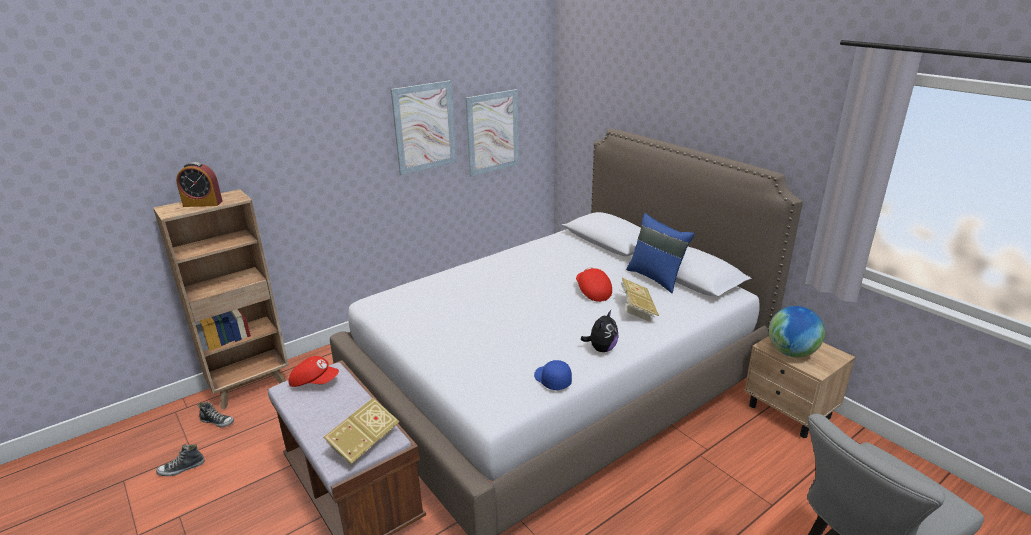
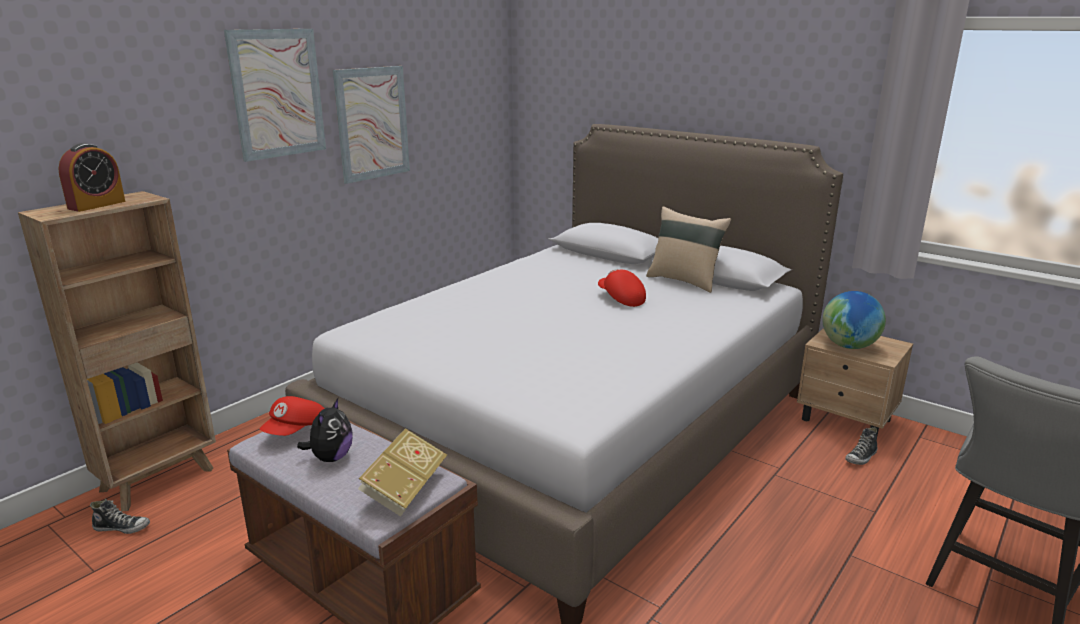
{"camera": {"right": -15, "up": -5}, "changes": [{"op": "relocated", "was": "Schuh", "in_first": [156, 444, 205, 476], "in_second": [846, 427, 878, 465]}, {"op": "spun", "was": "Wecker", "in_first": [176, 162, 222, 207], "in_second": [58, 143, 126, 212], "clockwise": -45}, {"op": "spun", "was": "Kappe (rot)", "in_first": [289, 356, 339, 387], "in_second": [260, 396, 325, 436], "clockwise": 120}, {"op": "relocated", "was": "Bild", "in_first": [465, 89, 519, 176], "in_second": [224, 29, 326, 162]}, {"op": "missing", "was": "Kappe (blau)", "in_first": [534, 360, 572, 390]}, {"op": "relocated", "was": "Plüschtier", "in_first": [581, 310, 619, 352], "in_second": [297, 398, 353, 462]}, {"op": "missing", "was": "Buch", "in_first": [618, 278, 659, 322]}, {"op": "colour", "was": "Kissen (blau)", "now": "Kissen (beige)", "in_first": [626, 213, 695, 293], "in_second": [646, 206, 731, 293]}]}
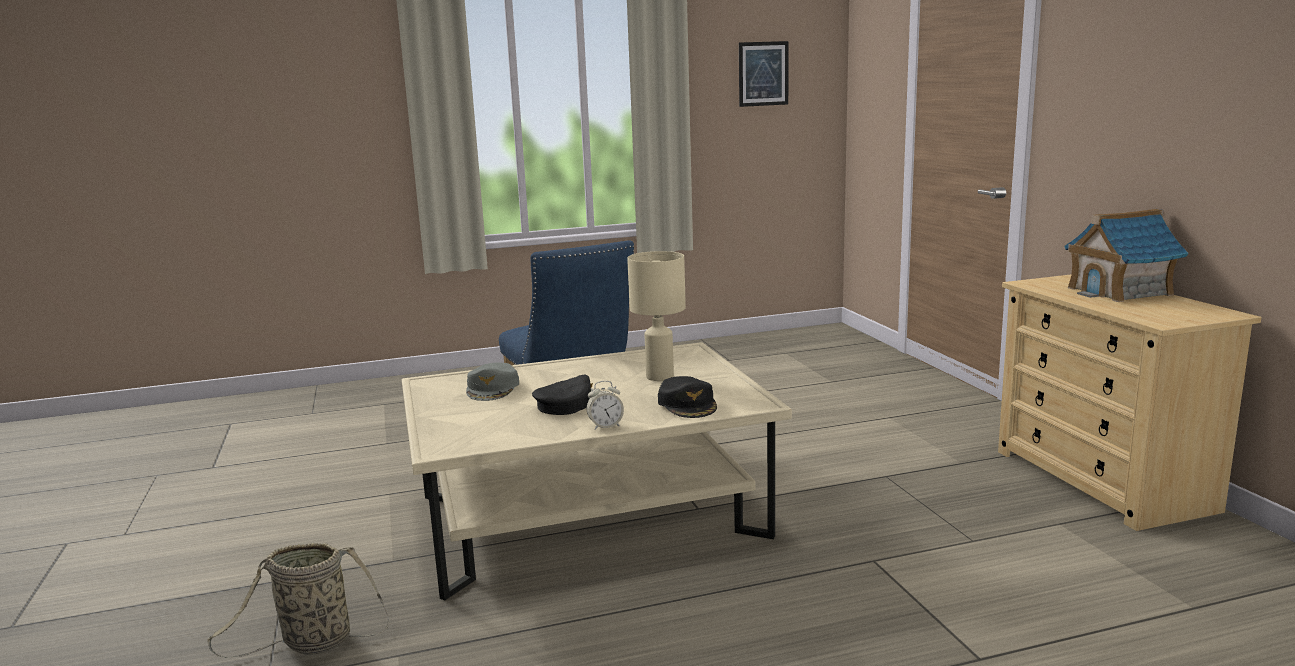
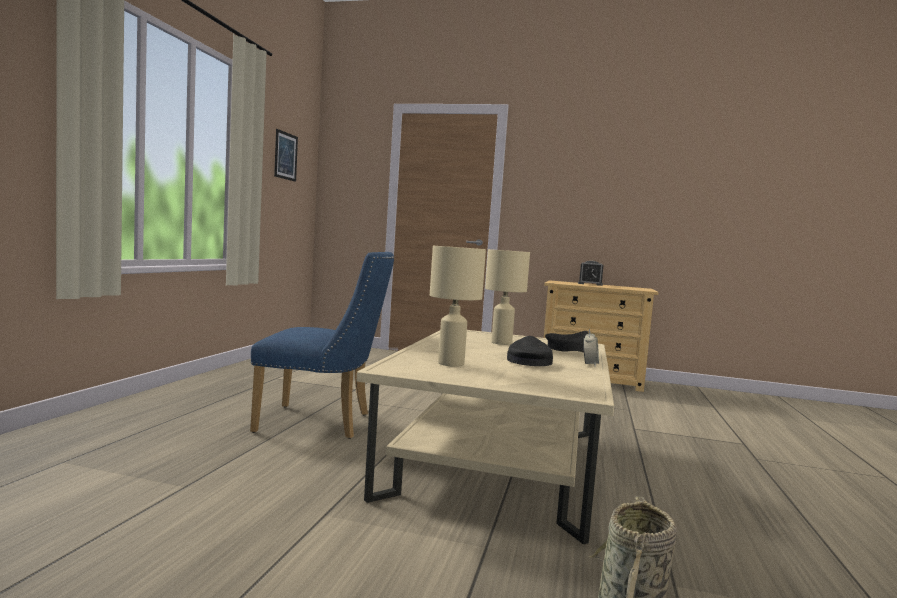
{"camera": {"right": -60, "up": -10}, "changes": [{"op": "exchanged", "was": "Kappe (grau)", "now": "Tischlampe (beige)", "in_first": [466, 362, 519, 401], "in_second": [430, 246, 486, 367]}, {"op": "exchanged", "was": "Spielzeughaus", "now": "Wecker", "in_first": [1065, 209, 1189, 302], "in_second": [578, 261, 604, 286]}]}
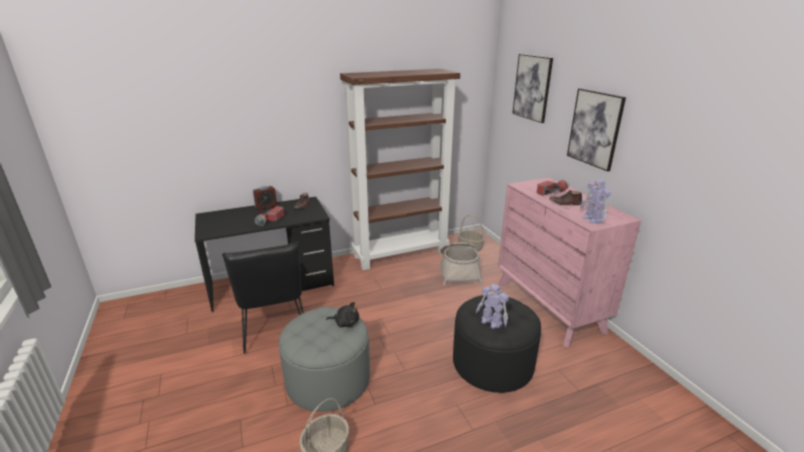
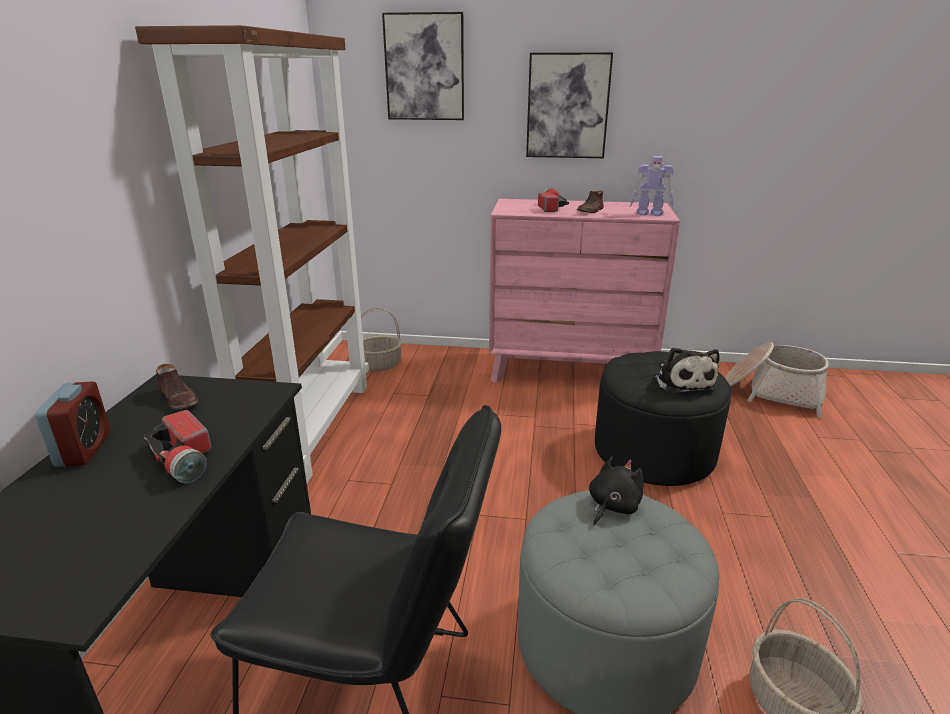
{"camera": {"right": -60, "up": 0}, "changes": [{"op": "relocated", "was": "Korb", "in_first": [439, 242, 483, 285], "in_second": [725, 342, 829, 417]}, {"op": "exchanged", "was": "Spielzeugroboter", "now": "Plüschtier", "in_first": [476, 284, 509, 329], "in_second": [654, 347, 720, 394]}]}
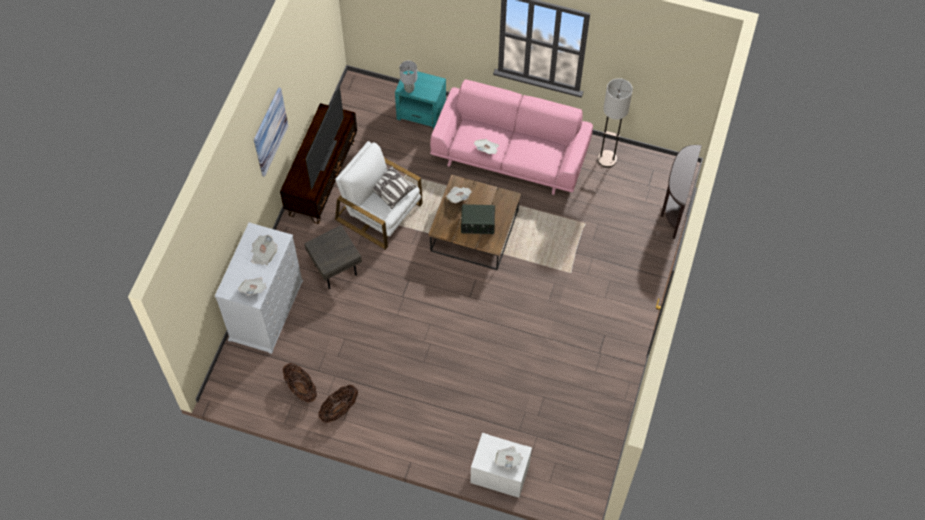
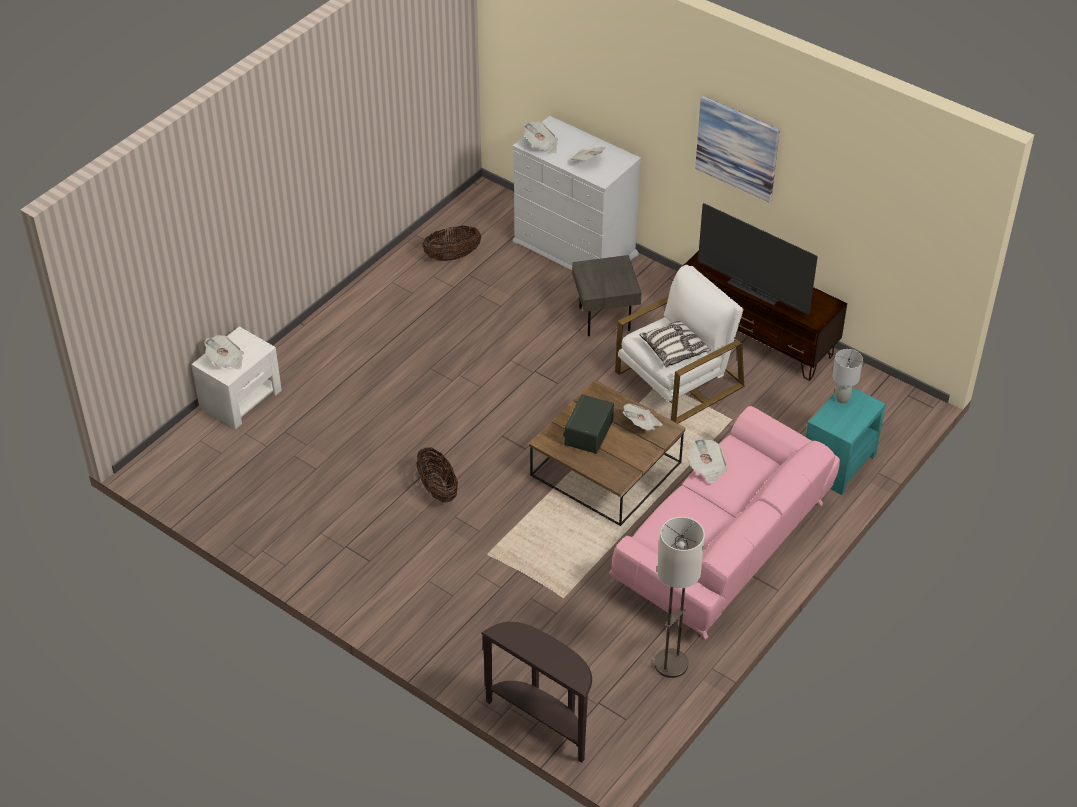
{"camera": {"right": 110, "up": -15}, "changes": [{"op": "relocated", "was": "Korb", "in_first": [318, 385, 358, 423], "in_second": [416, 447, 458, 503]}]}
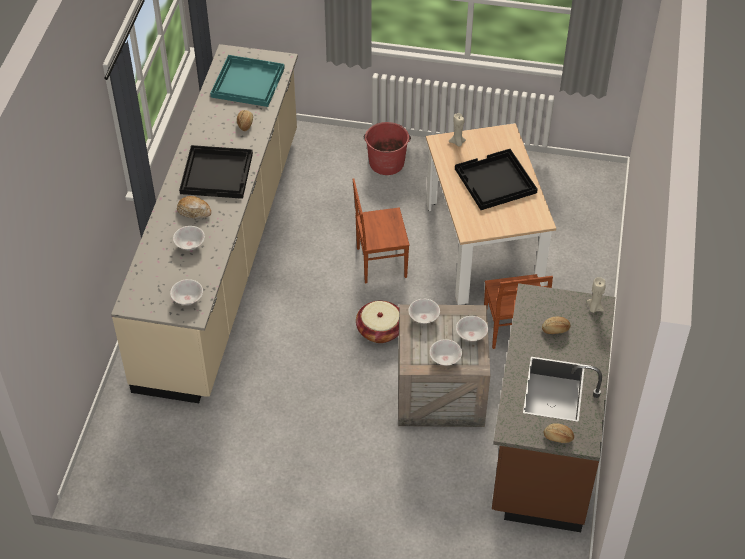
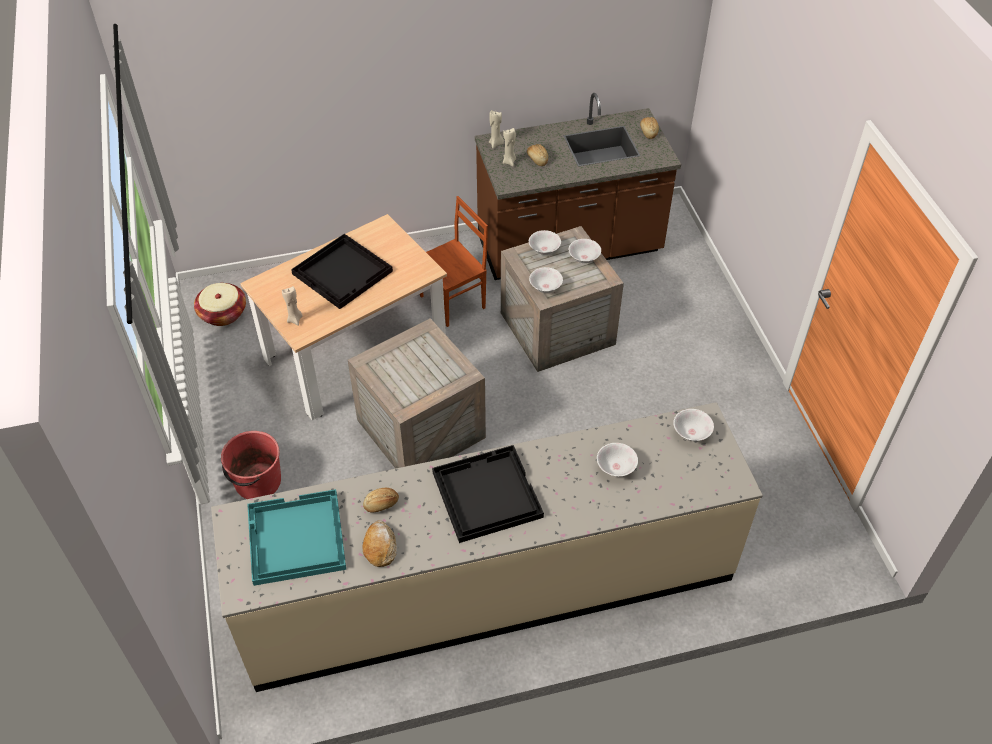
{"camera": {"right": -115, "up": 0}, "changes": [{"op": "relocated", "was": "Brot", "in_first": [177, 196, 211, 218], "in_second": [363, 520, 397, 567]}, {"op": "exchanged", "was": "Stuhl (braun)", "now": "Kiste", "in_first": [353, 178, 410, 283], "in_second": [348, 318, 486, 469]}, {"op": "relocated", "was": "Korb", "in_first": [356, 301, 399, 343], "in_second": [194, 283, 246, 326]}, {"op": "appeared", "now": "Kerze (beige)", "in_second": [503, 128, 516, 166]}]}
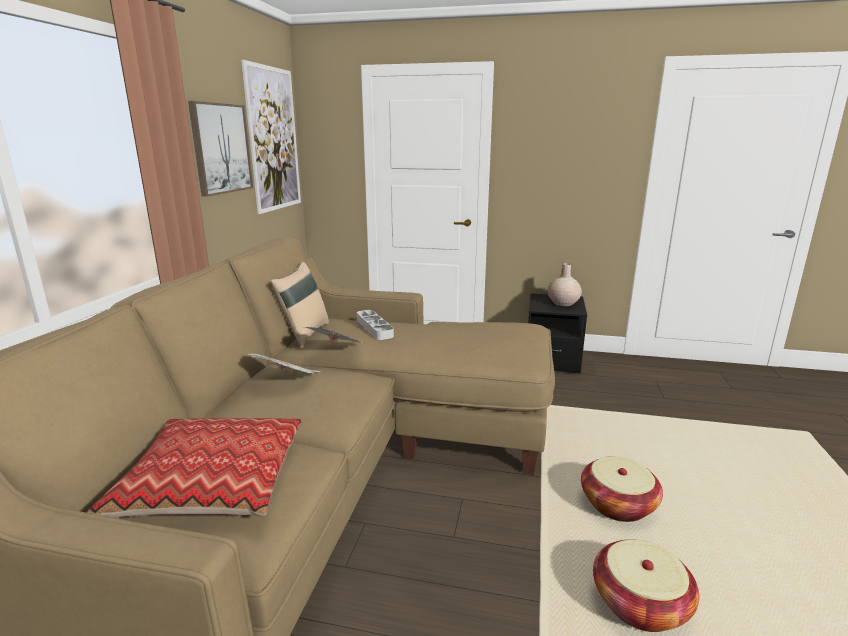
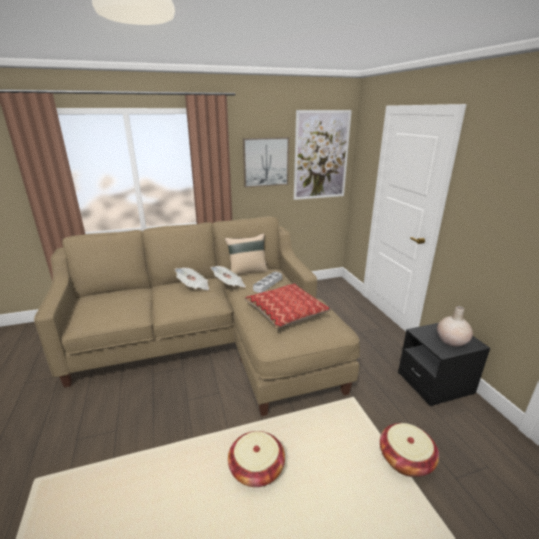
{"camera": {"right": 60, "up": 5}, "changes": [{"op": "relocated", "was": "Kissen", "in_first": [86, 418, 303, 518], "in_second": [244, 283, 331, 329]}, {"op": "relocated", "was": "Korb", "in_first": [593, 539, 699, 632], "in_second": [380, 423, 439, 477]}]}
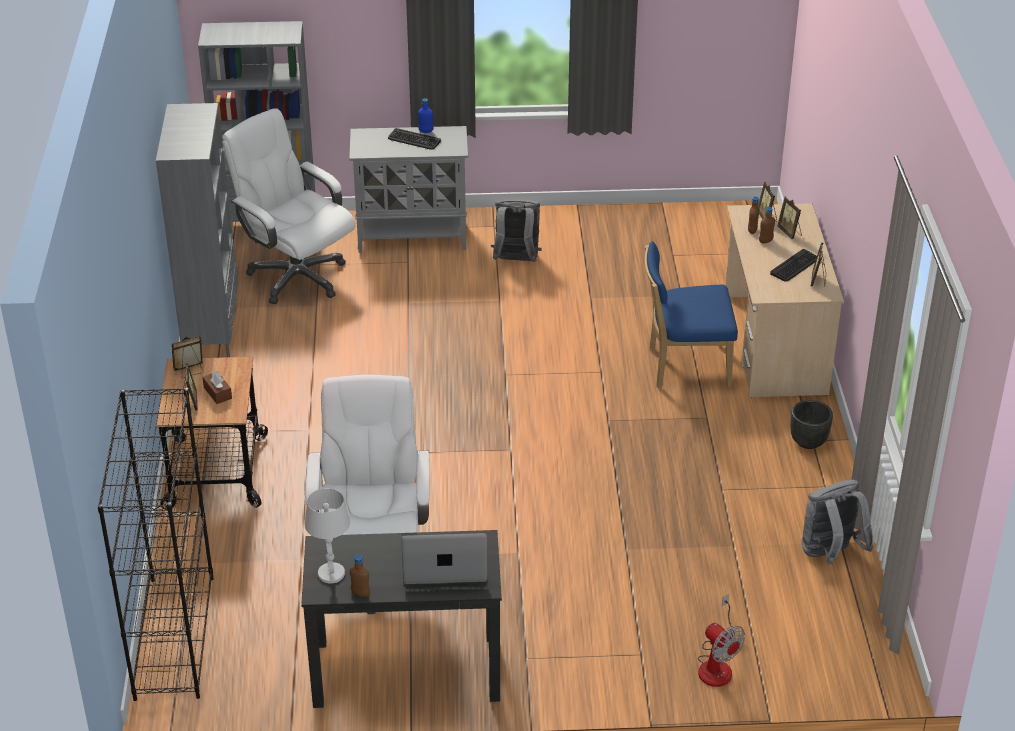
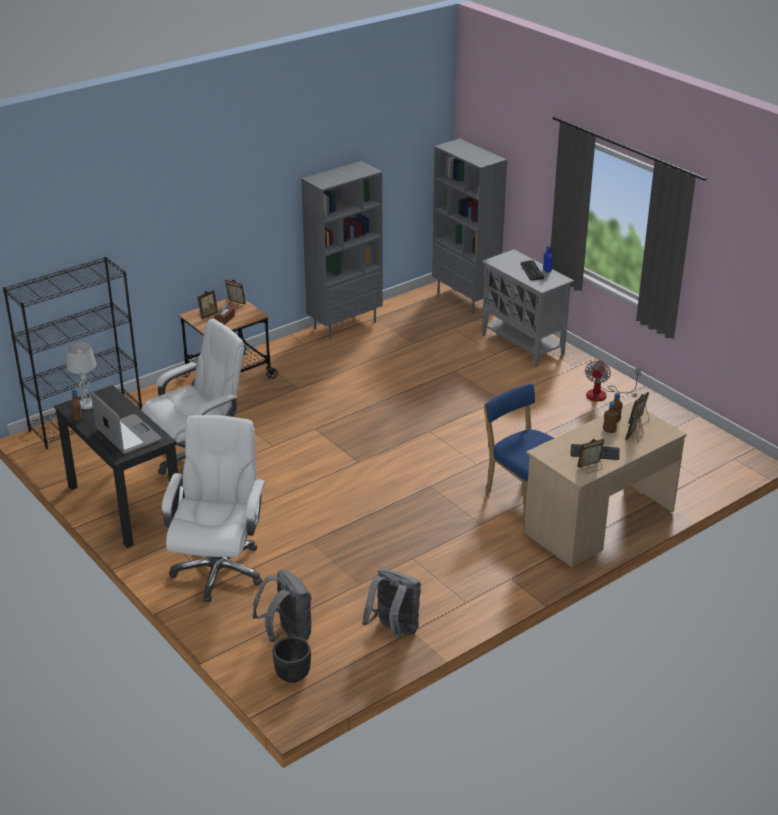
{"camera": {"right": 55, "up": -5}, "changes": [{"op": "relocated", "was": "Bürostuhl (weiß)", "in_first": [222, 108, 355, 304], "in_second": [162, 415, 265, 602]}, {"op": "relocated", "was": "Rucksack (grau)", "in_first": [491, 200, 542, 262], "in_second": [252, 570, 312, 643]}, {"op": "relocated", "was": "Ventilator", "in_first": [698, 594, 745, 687], "in_second": [585, 359, 641, 401]}, {"op": "relocated", "was": "Pflanzkübel (schwarz)", "in_first": [791, 400, 833, 449], "in_second": [272, 637, 311, 683]}]}
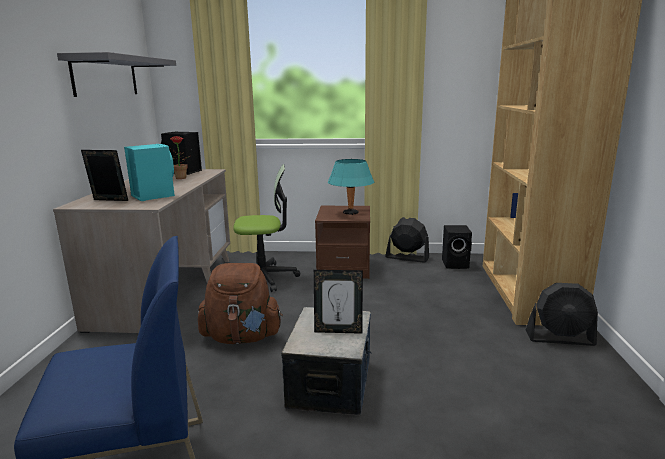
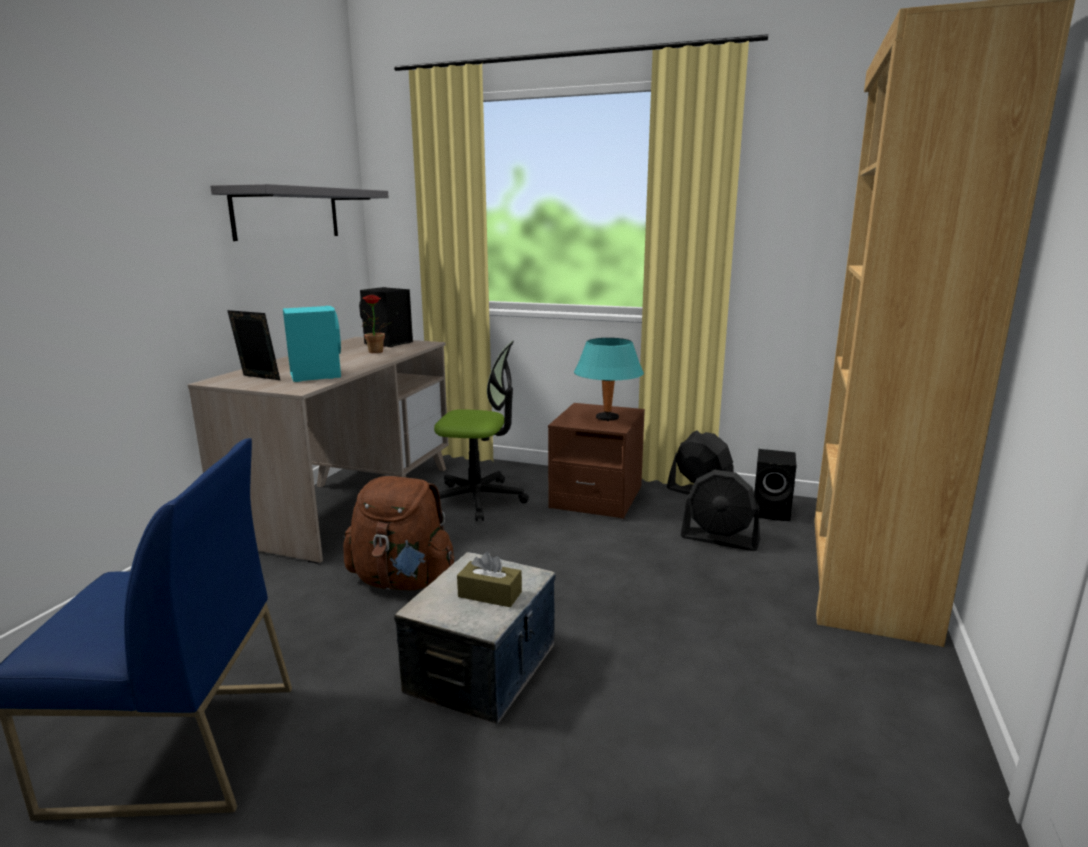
{"camera": {"right": 15, "up": 0}, "changes": [{"op": "exchanged", "was": "Bilderrahmen", "now": "Taschentuchbox (braun)", "in_first": [314, 270, 363, 334], "in_second": [457, 552, 522, 607]}, {"op": "relocated", "was": "Ventilator (schwarz)", "in_first": [526, 283, 598, 346], "in_second": [681, 470, 760, 551]}]}
